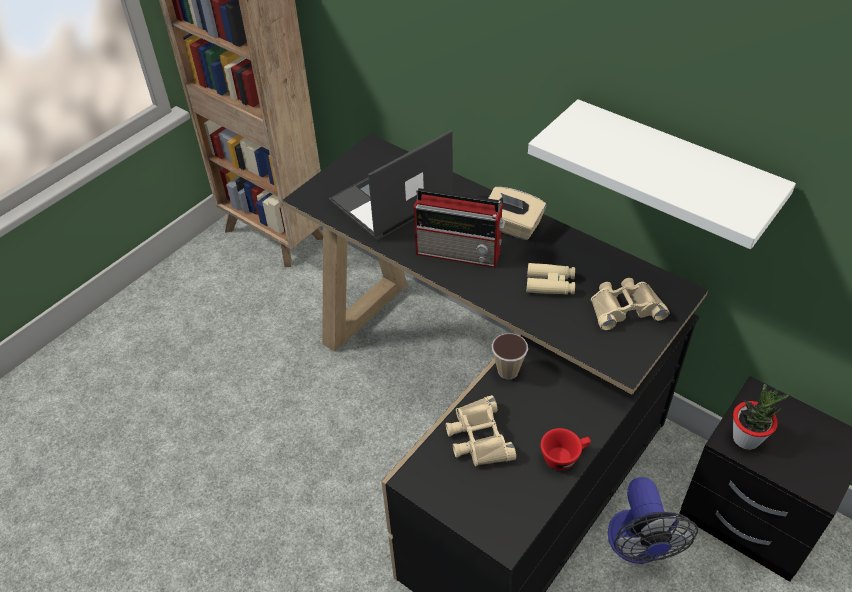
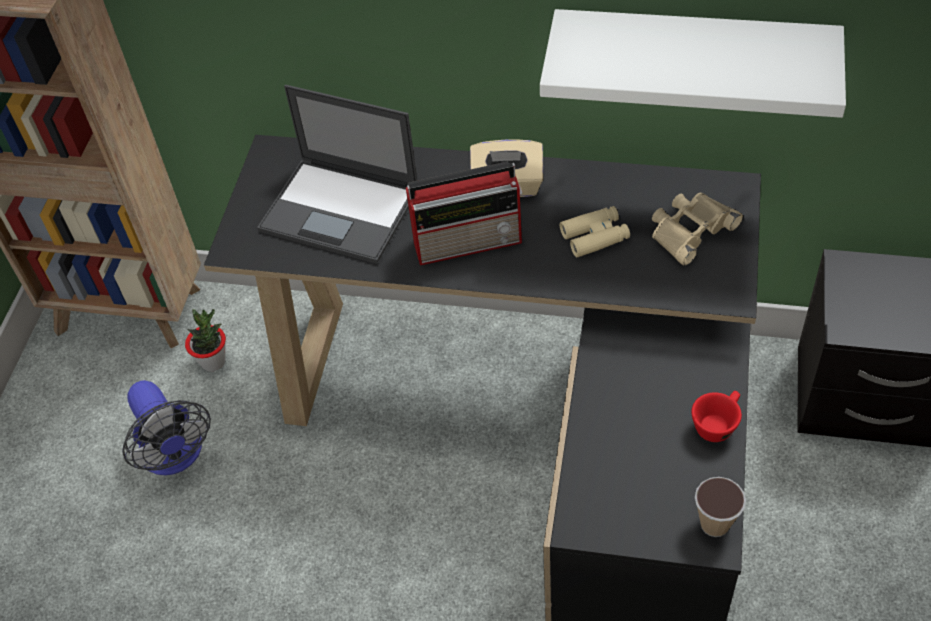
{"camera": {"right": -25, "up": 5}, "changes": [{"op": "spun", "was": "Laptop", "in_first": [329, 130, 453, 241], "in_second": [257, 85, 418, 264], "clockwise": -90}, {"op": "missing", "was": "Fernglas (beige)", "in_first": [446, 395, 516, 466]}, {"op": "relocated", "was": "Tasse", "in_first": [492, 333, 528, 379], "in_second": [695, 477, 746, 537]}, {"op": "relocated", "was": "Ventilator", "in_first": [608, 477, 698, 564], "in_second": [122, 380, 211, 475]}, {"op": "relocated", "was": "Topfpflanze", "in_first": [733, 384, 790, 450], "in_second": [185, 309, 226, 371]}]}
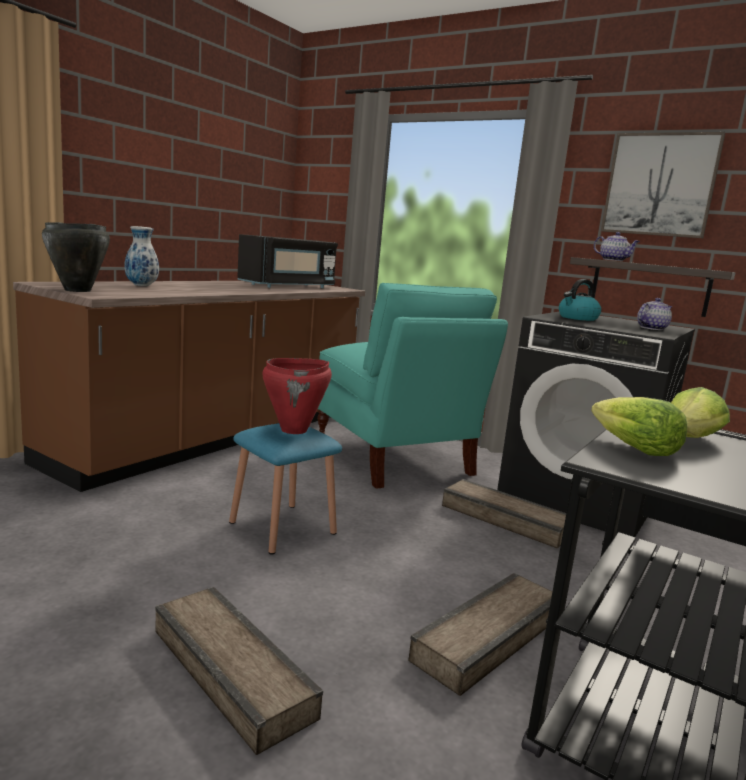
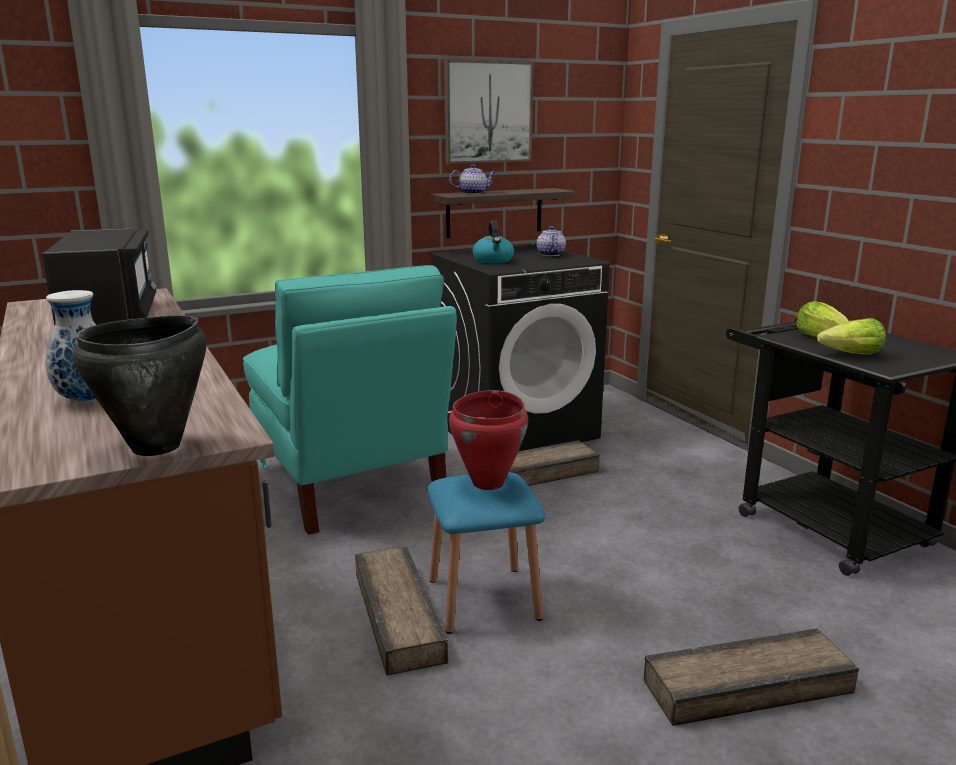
{"camera": {"right": -60, "up": 5}, "changes": [{"op": "spun", "was": "Stuhl (türkis)", "in_first": [317, 283, 508, 489], "in_second": [243, 265, 457, 535], "clockwise": 60}, {"op": "relocated", "was": "Kiste", "in_first": [408, 573, 552, 696], "in_second": [355, 546, 448, 675]}]}
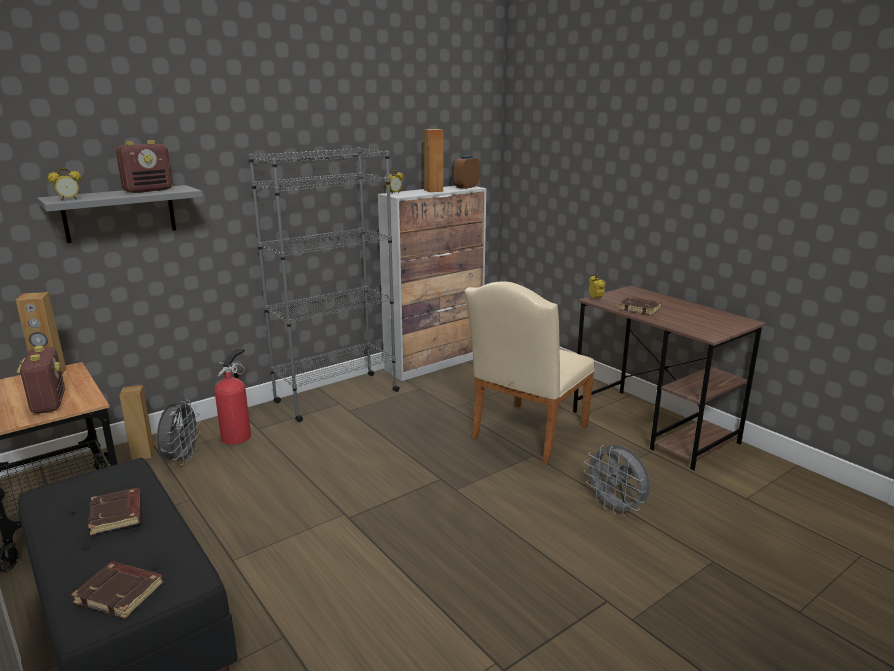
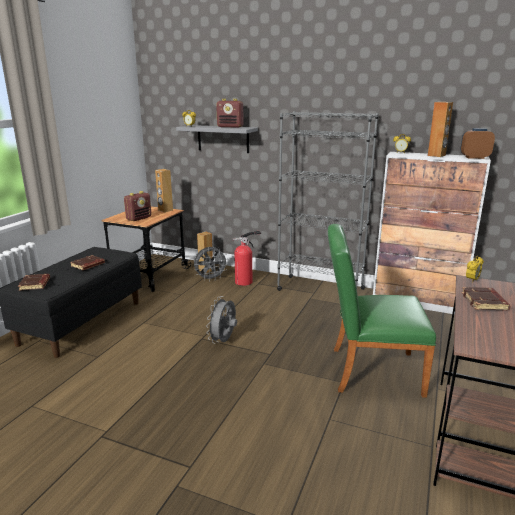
{"camera": {"right": 60, "up": 0}, "changes": [{"op": "colour", "was": "Stuhl (beige)", "now": "Stuhl (grün)", "in_first": [465, 281, 595, 464], "in_second": [328, 224, 436, 398]}, {"op": "relocated", "was": "Ventilator (grau)", "in_first": [584, 445, 650, 517], "in_second": [206, 296, 237, 344]}]}
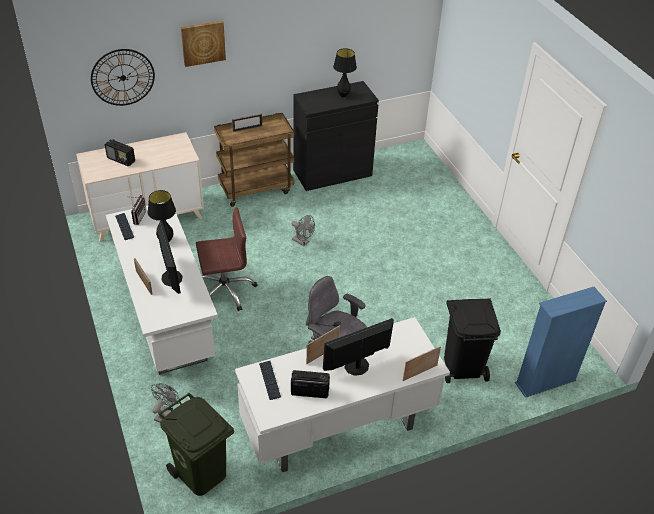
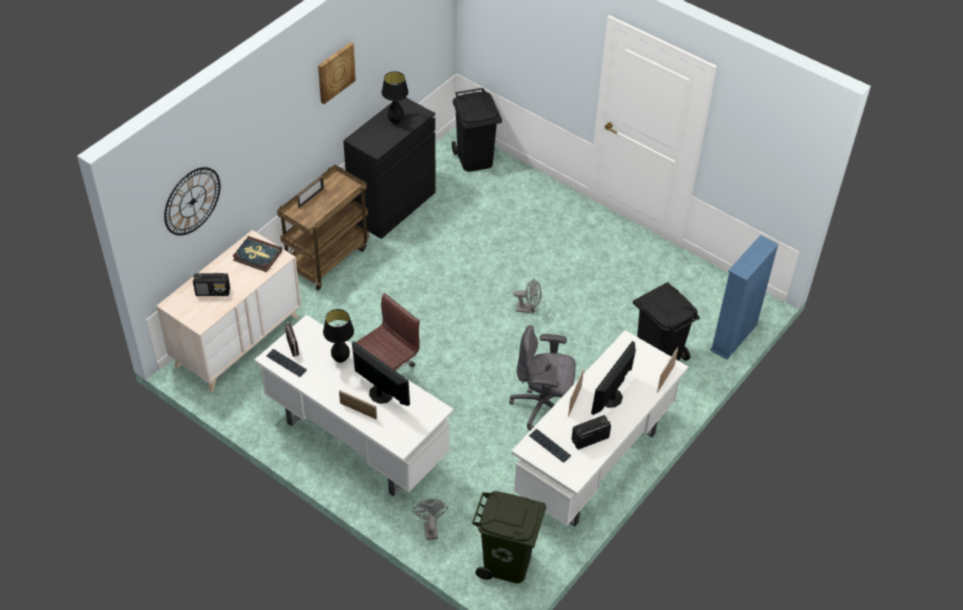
{"camera": {"right": -30, "up": 5}, "changes": [{"op": "relocated", "was": "Bild", "in_first": [181, 21, 226, 67], "in_second": [318, 42, 356, 104]}, {"op": "relocated", "was": "Ventilator (grau)", "in_first": [291, 215, 315, 246], "in_second": [513, 278, 542, 314]}, {"op": "appeared", "now": "Buch", "in_second": [232, 236, 282, 272]}, {"op": "appeared", "now": "Mülleimer (schwarz)", "in_second": [452, 88, 502, 172]}]}
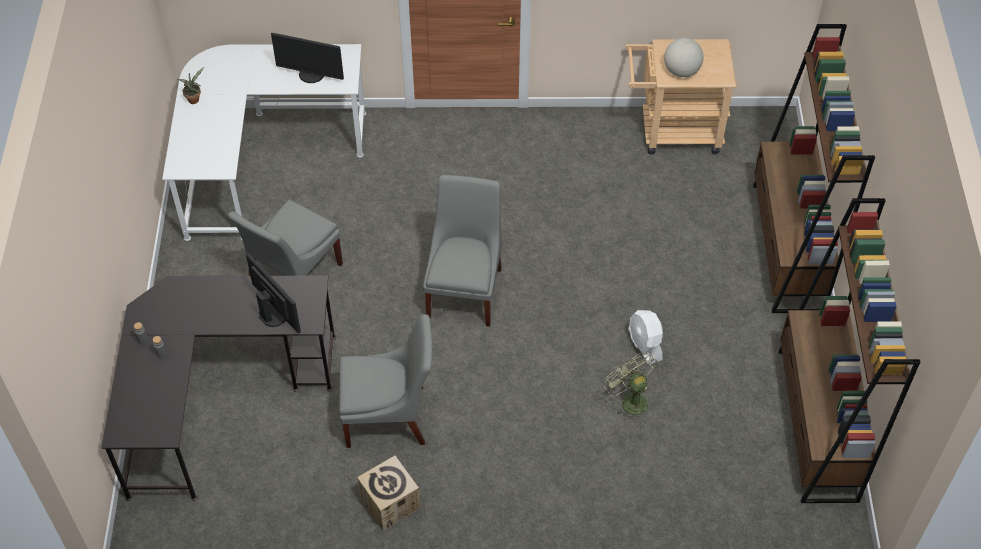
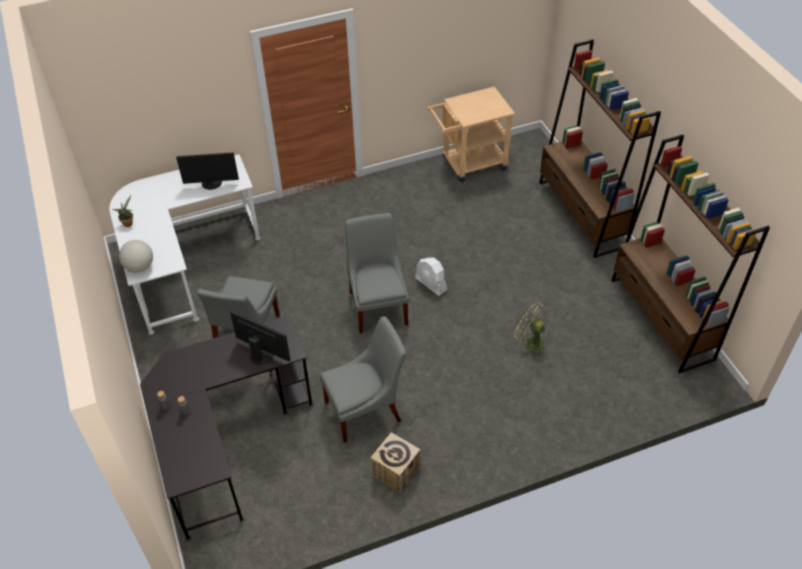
{"camera": {"right": -20, "up": -5}, "changes": [{"op": "relocated", "was": "Ventilator (weiß)", "in_first": [628, 310, 663, 365], "in_second": [415, 257, 447, 296]}, {"op": "relocated", "was": "Globus", "in_first": [664, 38, 704, 77], "in_second": [119, 240, 153, 273]}]}
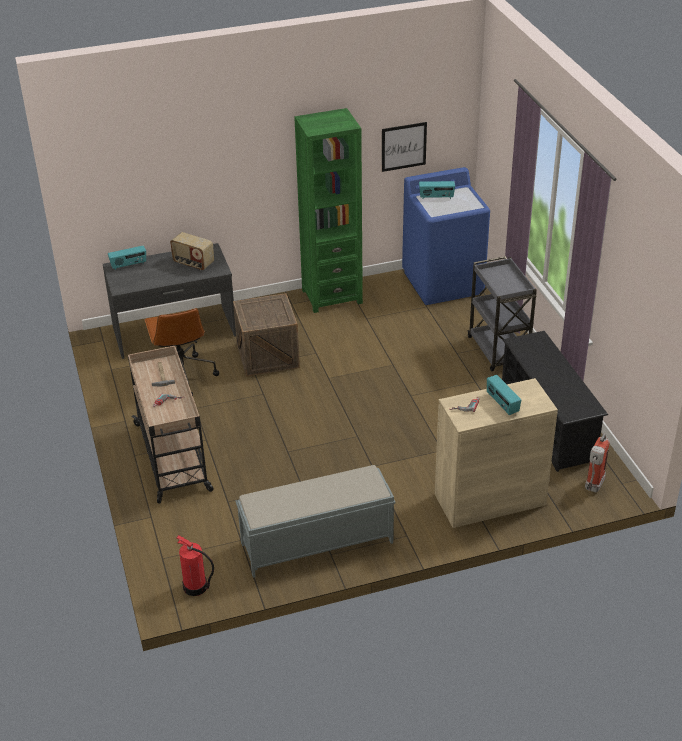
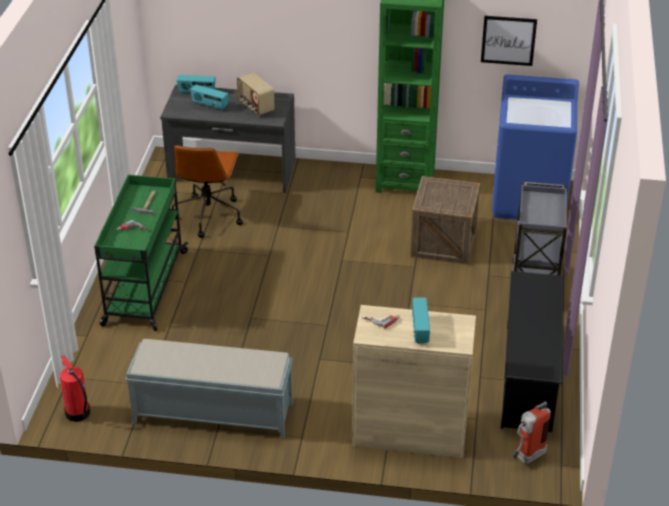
{"camera": {"right": 25, "up": 0}, "changes": [{"op": "colour", "was": "Rollwagen (beige)", "now": "Rollwagen (grün)", "in_first": [128, 346, 214, 504], "in_second": [94, 175, 189, 331]}, {"op": "relocated", "was": "Kiste", "in_first": [233, 293, 300, 377], "in_second": [410, 176, 480, 265]}, {"op": "relocated", "was": "Radio", "in_first": [419, 181, 455, 199], "in_second": [190, 85, 228, 110]}]}
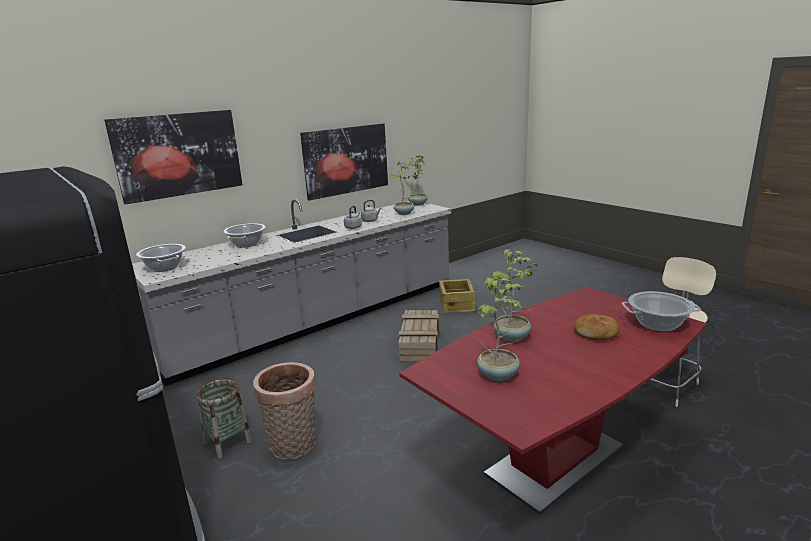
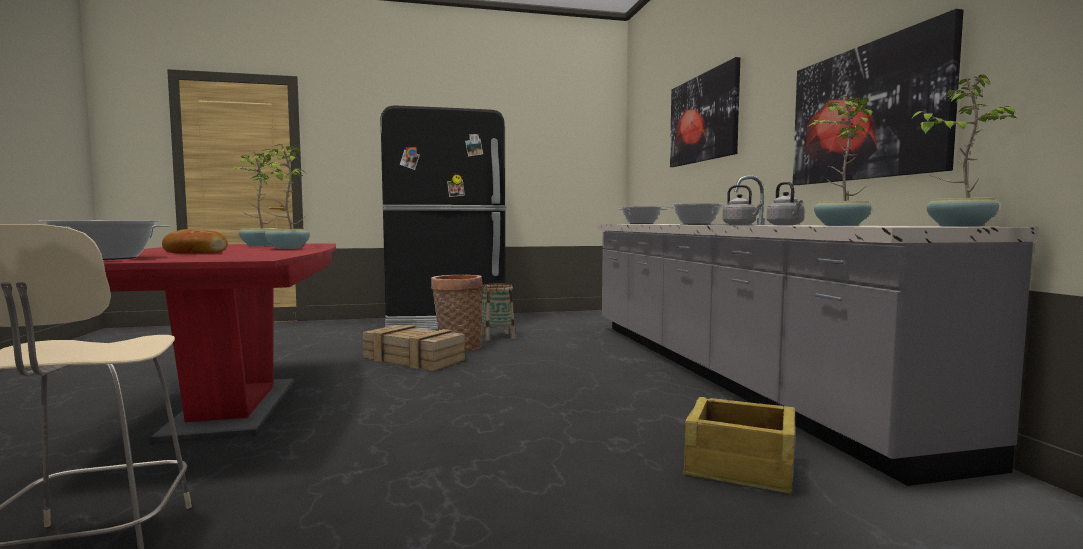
{"camera": {"right": 115, "up": -15}, "changes": [{"op": "relocated", "was": "Kiste", "in_first": [398, 310, 439, 362], "in_second": [363, 325, 465, 371]}]}
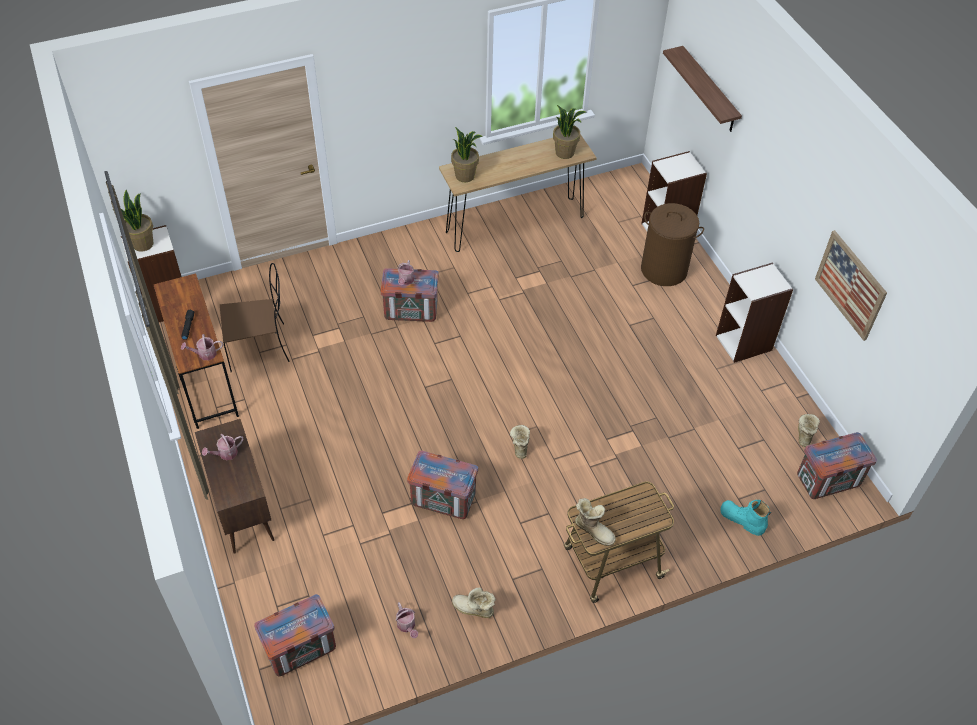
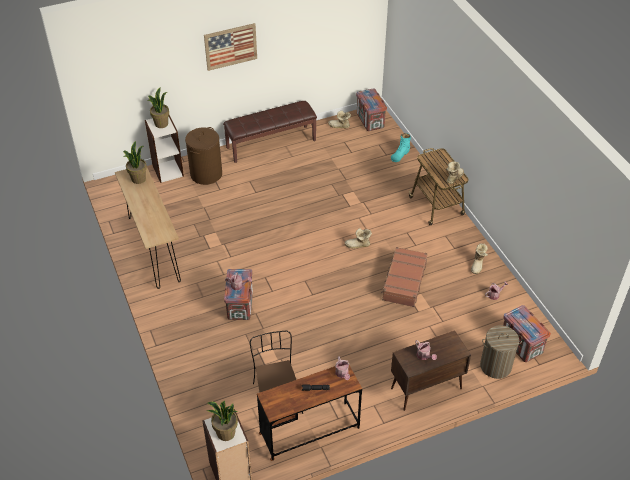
{"camera": {"right": -90, "up": -5}, "changes": [{"op": "exchanged", "was": "Kiste", "now": "Koffer (braun)", "in_first": [407, 450, 478, 519], "in_second": [381, 247, 428, 307]}, {"op": "relocated", "was": "Topfpflanze", "in_first": [451, 127, 483, 182], "in_second": [147, 87, 169, 128]}, {"op": "missing", "was": "Wandregal", "in_first": [663, 46, 742, 132]}, {"op": "exchanged", "was": "Bücherregal", "now": "Bank (braun)", "in_first": [716, 262, 793, 363], "in_second": [223, 101, 317, 163]}, {"op": "relocated", "was": "Bild", "in_first": [815, 230, 887, 341], "in_second": [204, 23, 257, 71]}, {"op": "appeared", "now": "Wäschekorb", "in_second": [480, 325, 522, 379]}]}
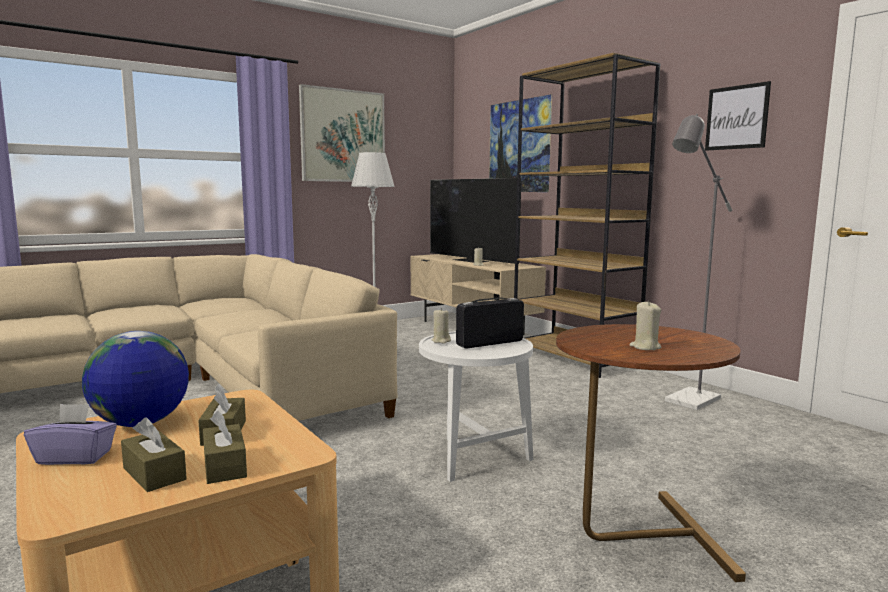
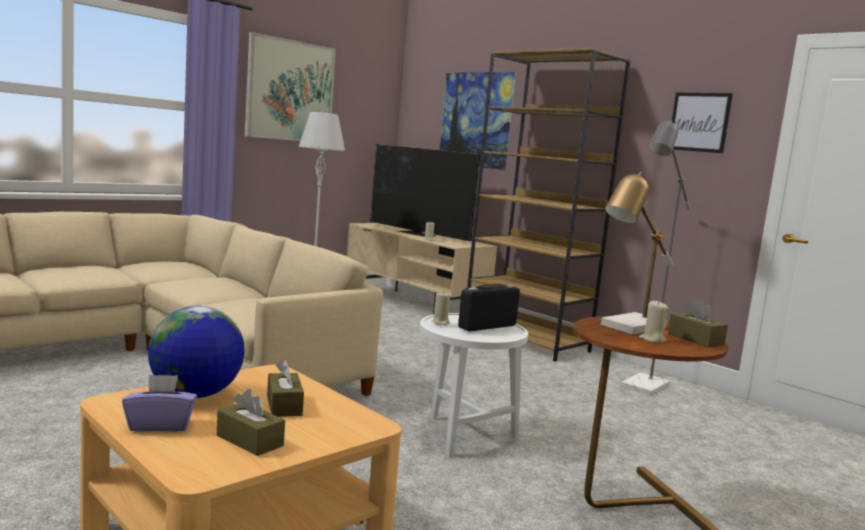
{"camera": {"right": -10, "up": 0}, "changes": [{"op": "relocated", "was": "Taschentuchbox (braun)", "in_first": [203, 411, 247, 484], "in_second": [668, 299, 728, 348]}, {"op": "appeared", "now": "Tischlampe", "in_second": [601, 171, 674, 334]}]}
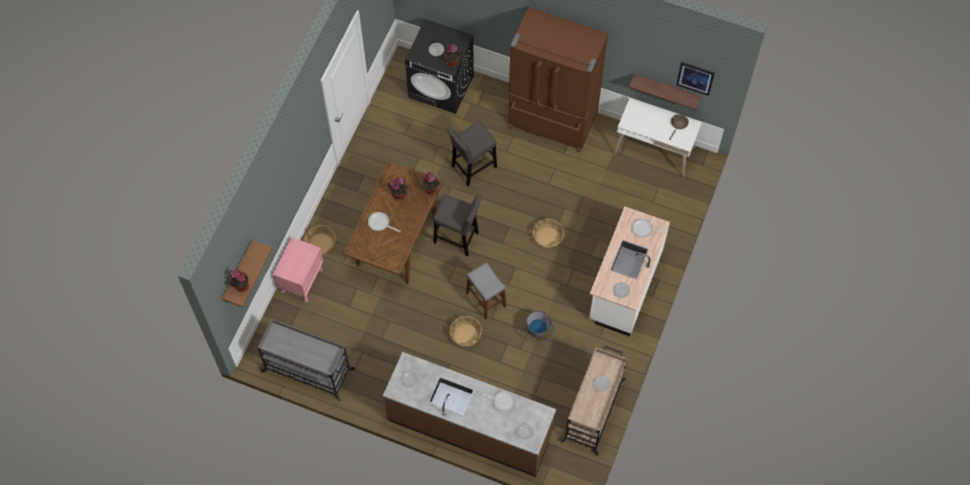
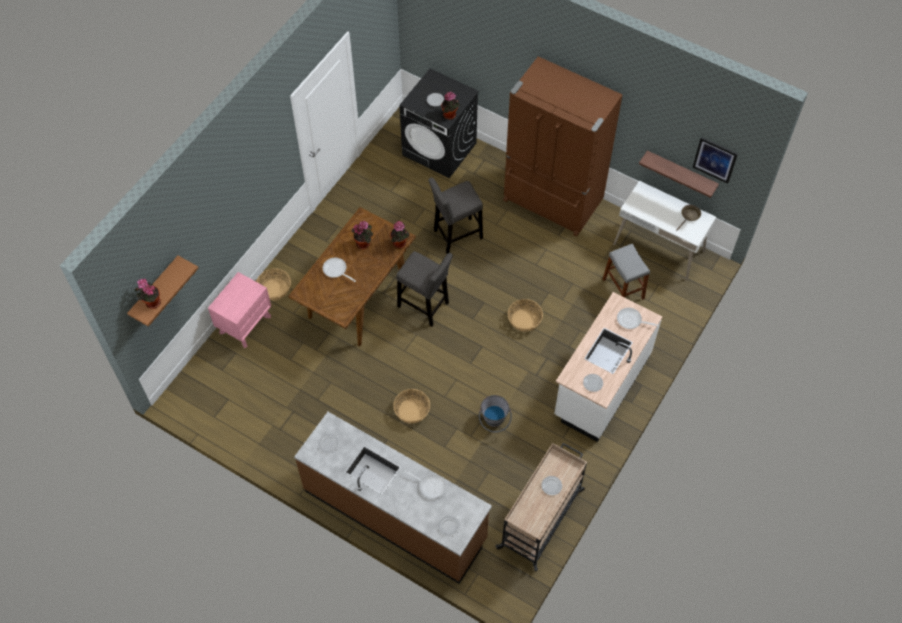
{"camera": {"right": 10, "up": -5}, "changes": [{"op": "missing", "was": "Rollwagen (grau)", "in_first": [257, 319, 355, 401]}, {"op": "relocated", "was": "Hocker (grau)", "in_first": [466, 262, 506, 320], "in_second": [602, 243, 650, 300]}]}
